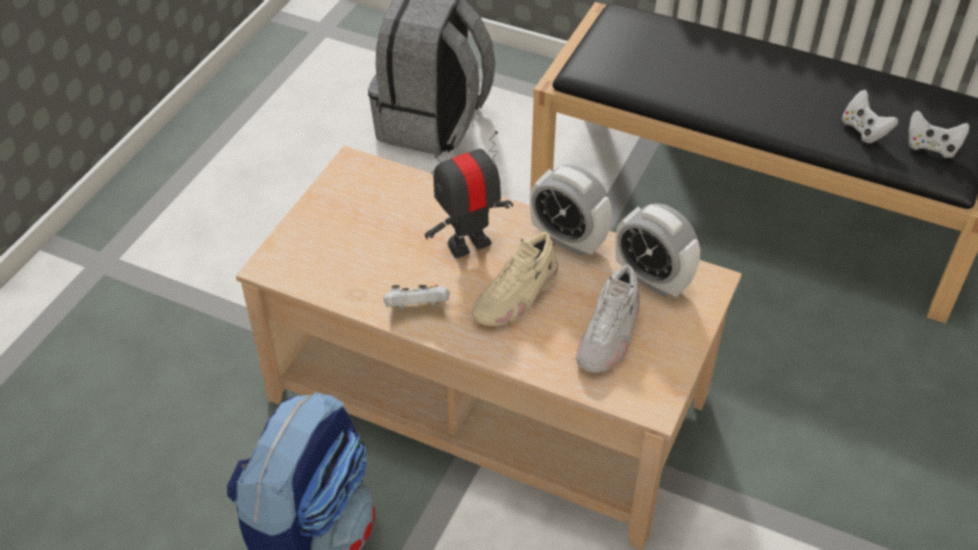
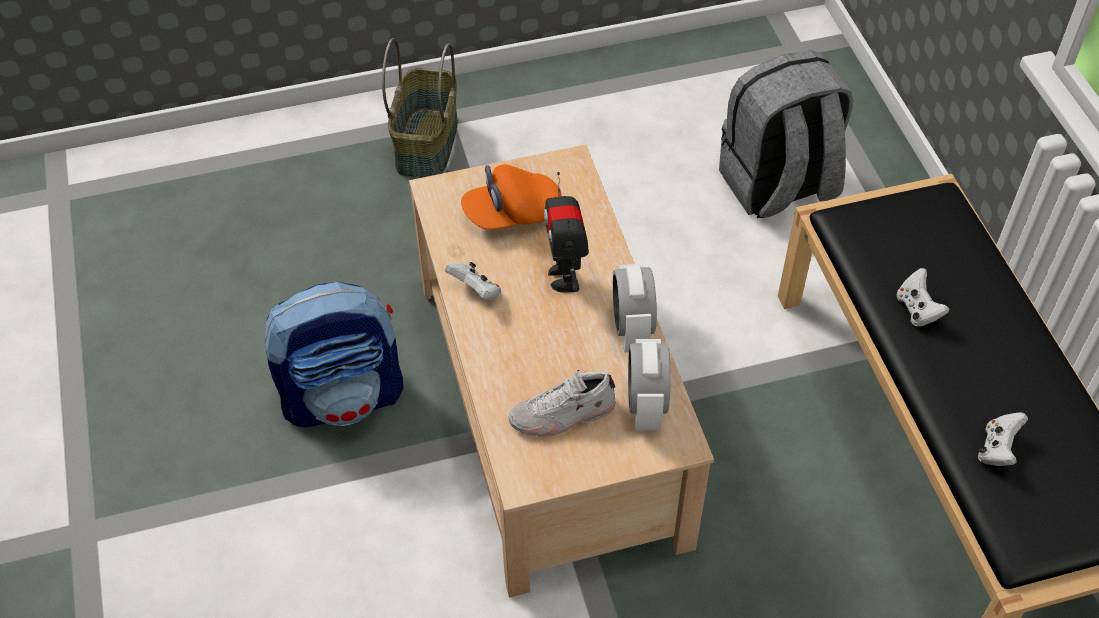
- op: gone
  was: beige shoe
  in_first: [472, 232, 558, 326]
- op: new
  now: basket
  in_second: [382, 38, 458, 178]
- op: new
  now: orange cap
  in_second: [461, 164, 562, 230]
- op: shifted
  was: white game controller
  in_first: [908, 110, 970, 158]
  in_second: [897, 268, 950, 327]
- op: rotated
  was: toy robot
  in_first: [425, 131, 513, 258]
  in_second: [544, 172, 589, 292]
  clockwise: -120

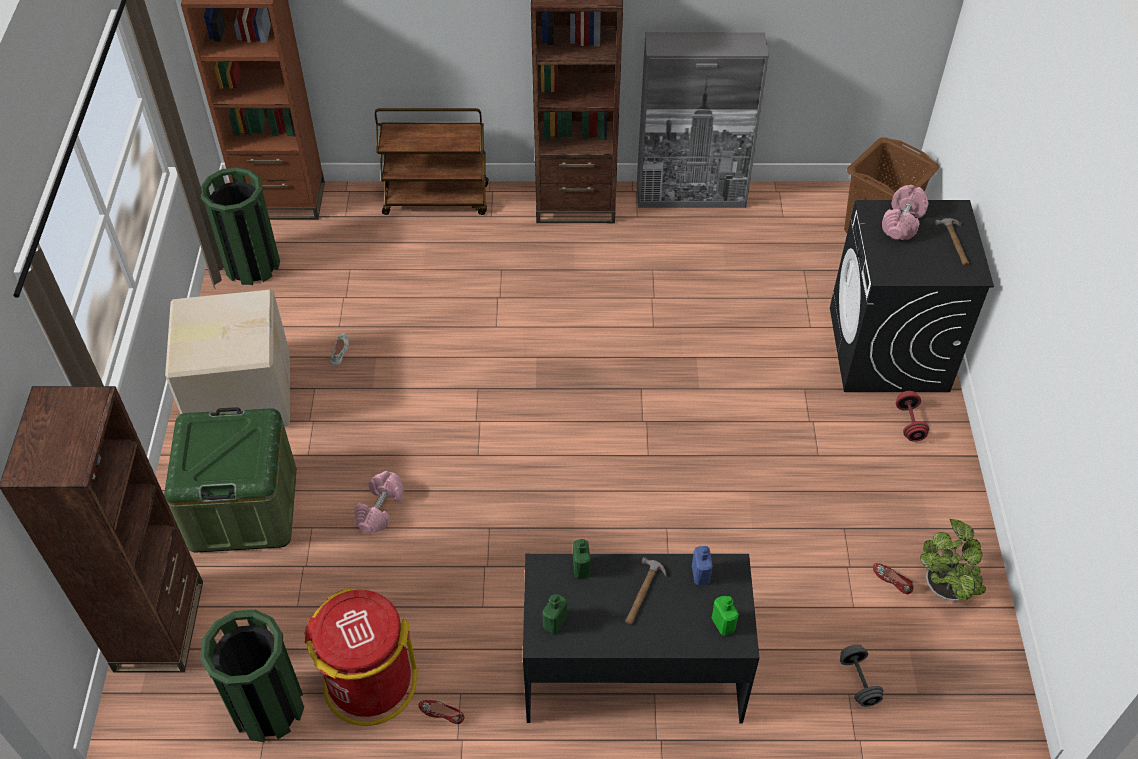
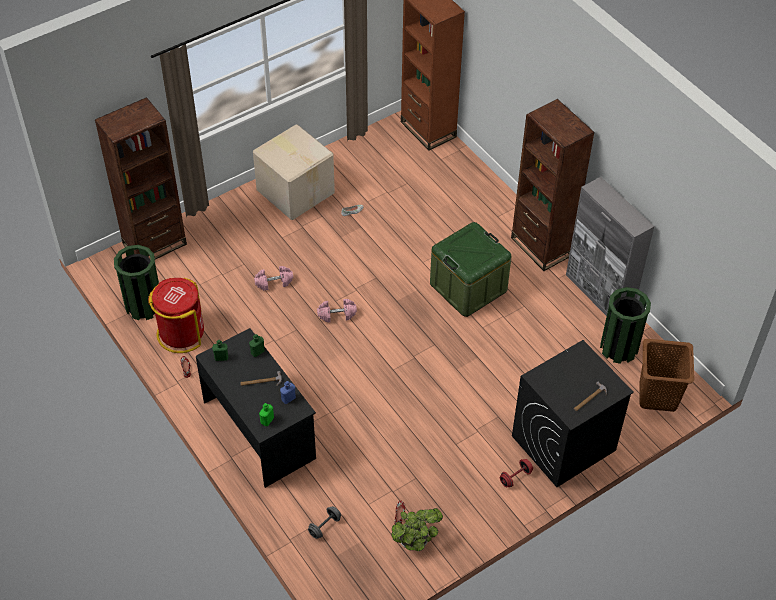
- op: gone
  was: brown cart
  in_first: [375, 108, 488, 215]
- op: shifted
  was: green storage box
  in_first: [164, 407, 296, 553]
  in_second: [430, 222, 511, 317]
- op: shifted
  was: green trash can
  in_first: [201, 167, 280, 285]
  in_second: [600, 287, 651, 364]
- op: shifted
  was: pink dumbbell
  in_first: [882, 185, 929, 240]
  in_second: [317, 299, 357, 323]

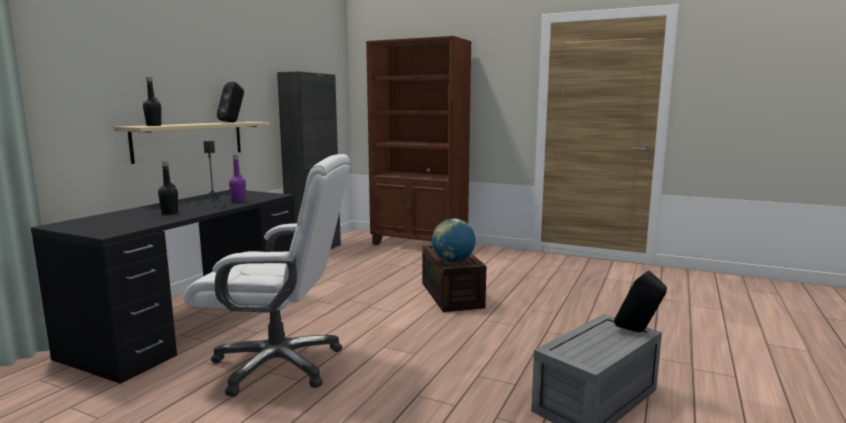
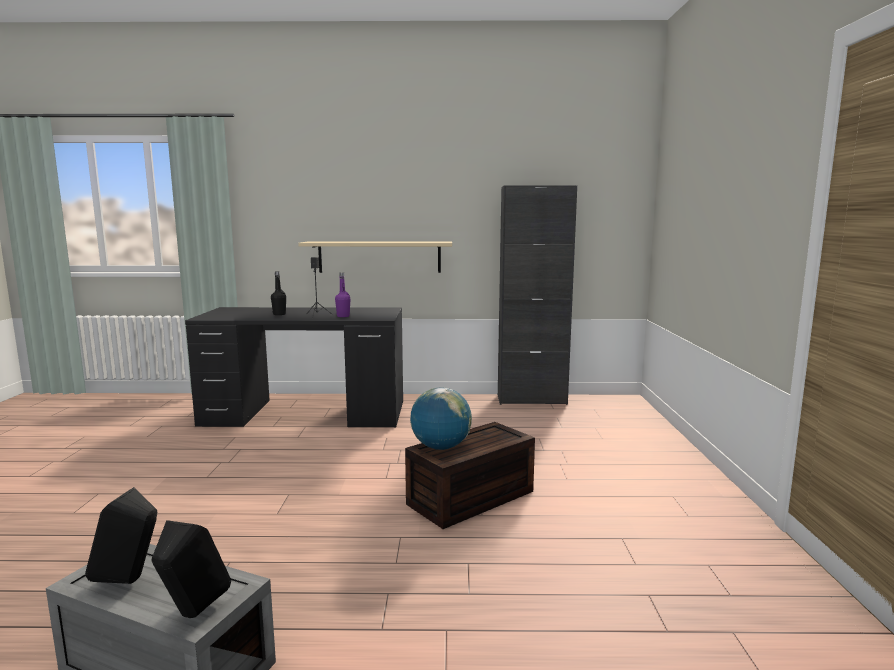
- op: gone
  was: black bottle
  in_first: [143, 77, 161, 126]
- op: gone
  was: white office chair
  in_first: [184, 154, 350, 397]
- op: gone
  was: brown bookcase
  in_first: [366, 36, 472, 245]
- op: shifted
  was: black speaker
  in_first: [217, 82, 244, 122]
  in_second: [85, 487, 157, 584]

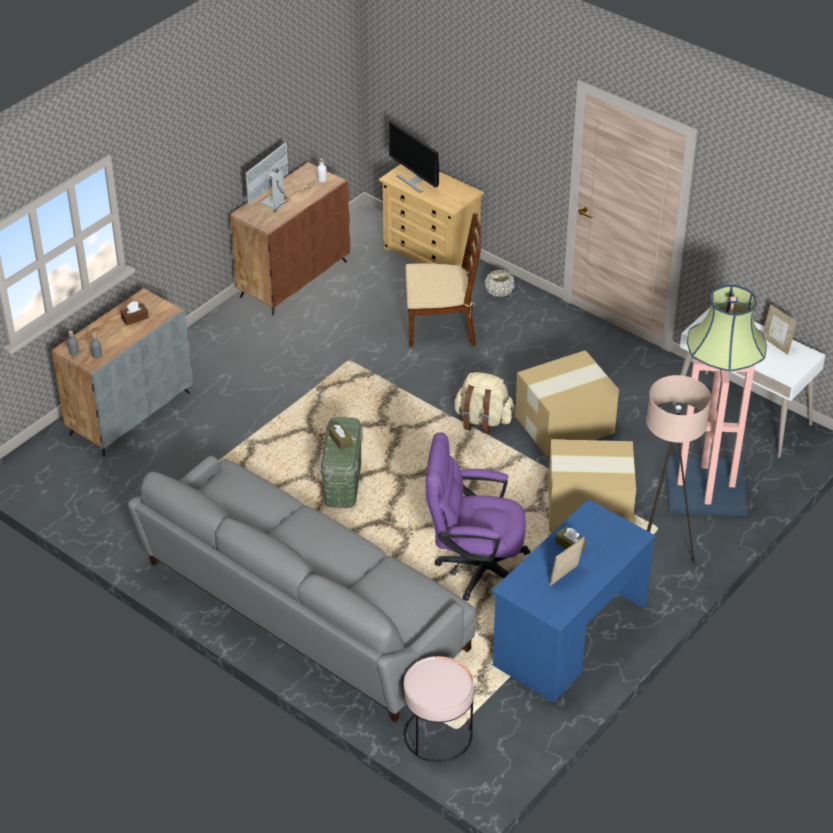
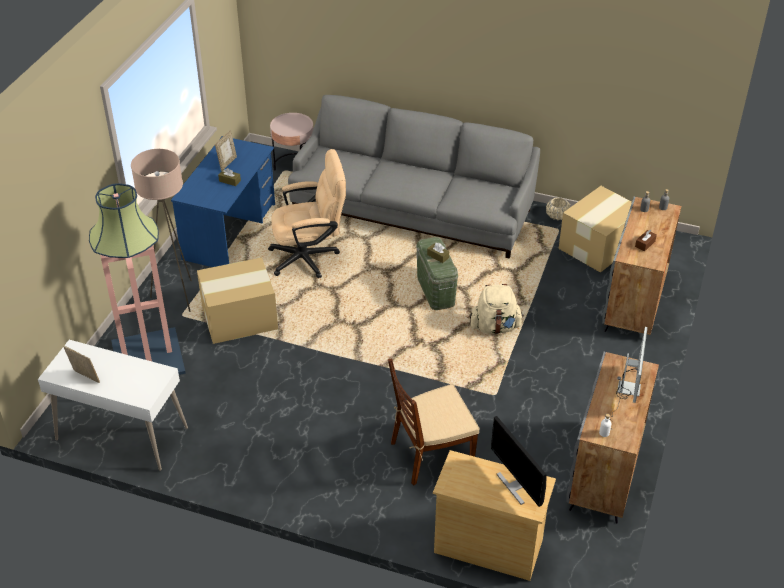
- op: shifted
  was: beige backpack
  in_first: [453, 372, 514, 434]
  in_second: [470, 284, 524, 334]
- op: shifted
  was: beige planter
  in_first: [484, 270, 515, 297]
  in_second: [546, 197, 570, 220]
- op: shifted
  was: cardboard box
  in_first: [515, 350, 619, 456]
  in_second: [558, 186, 632, 273]
- op: repainted
  was: brown cabinet
  now: grey cabinet
  in_first: [230, 162, 350, 315]
  in_second: [567, 351, 659, 524]
- op: repainted
  was: purple office chair
  now: beige office chair
  in_first: [425, 432, 531, 601]
  in_second: [268, 149, 346, 278]
- op: rotated
  was: monitor
  in_first: [389, 121, 439, 193]
  in_second: [491, 416, 547, 507]
  clockwise: -150

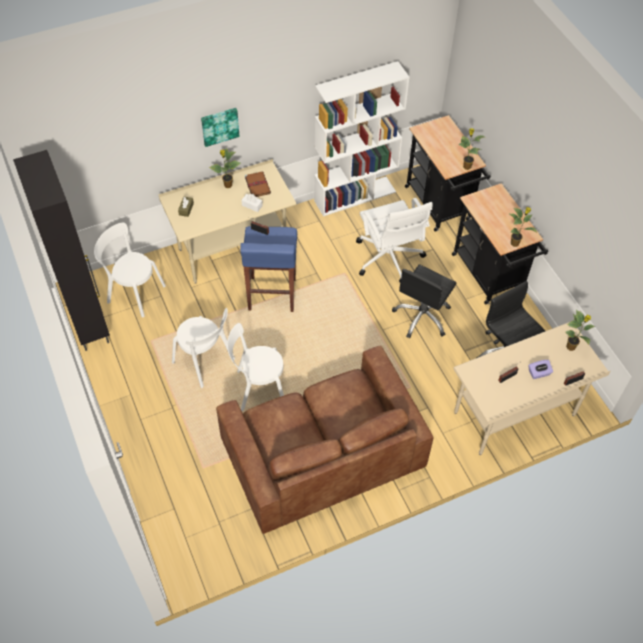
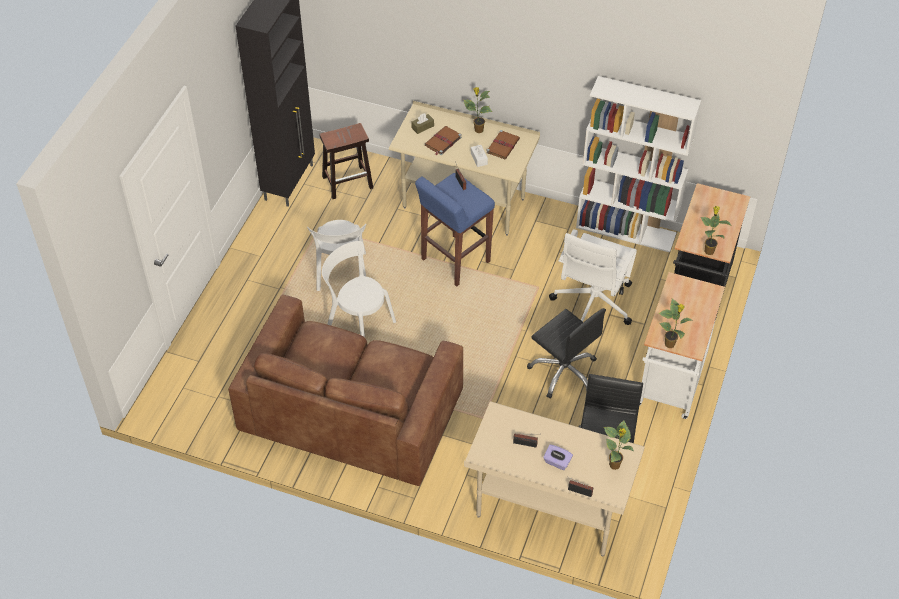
- op: gone
  was: picture
  in_first: [201, 108, 240, 147]
- op: new
  now: brown book
  in_second: [425, 126, 462, 155]
- op: swapped
  was: white chair
  now: brown stool
  in_first: [94, 222, 166, 317]
  in_second: [319, 123, 373, 199]
- op: repainted
  was: black cart
  now: white cart
  in_first: [452, 183, 548, 305]
  in_second: [639, 272, 725, 419]
- op: rotated
  was: black office chair
  in_first: [392, 264, 457, 339]
  in_second: [527, 308, 606, 399]
  clockwise: -120

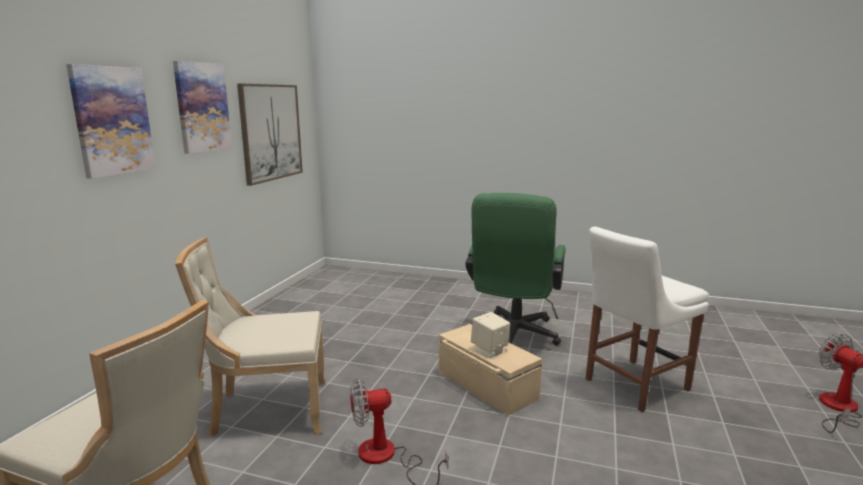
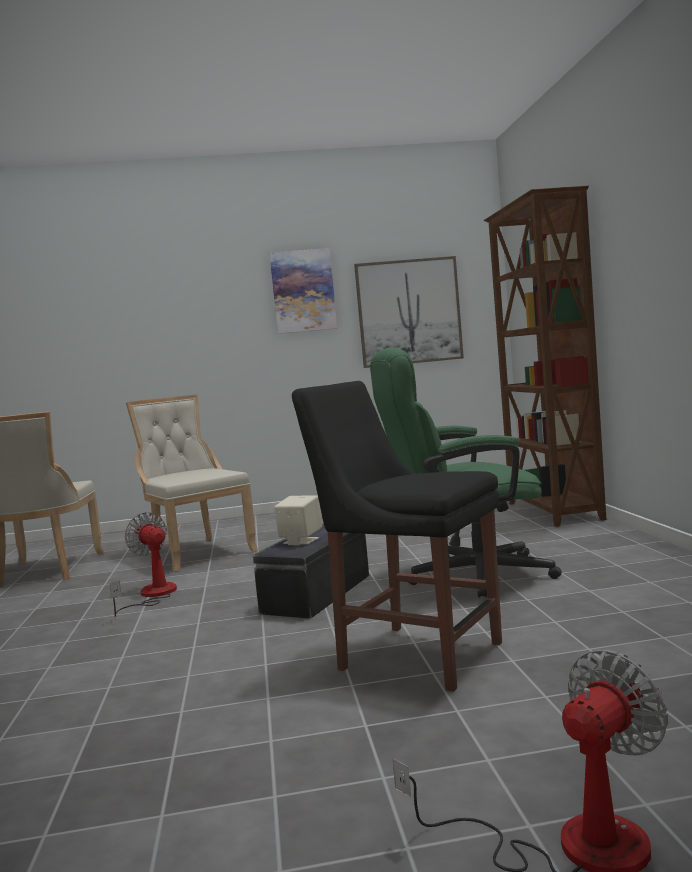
- op: gone
  was: picture
  in_first: [66, 64, 156, 179]
- op: new
  now: brown bookcase
  in_second: [484, 186, 607, 527]
- op: repainted
  was: beige storage box
  now: black storage box
  in_first: [439, 324, 542, 416]
  in_second: [253, 524, 369, 619]
- op: repainted
  was: white chair
  now: black chair
  in_first: [585, 227, 709, 412]
  in_second: [292, 381, 502, 692]

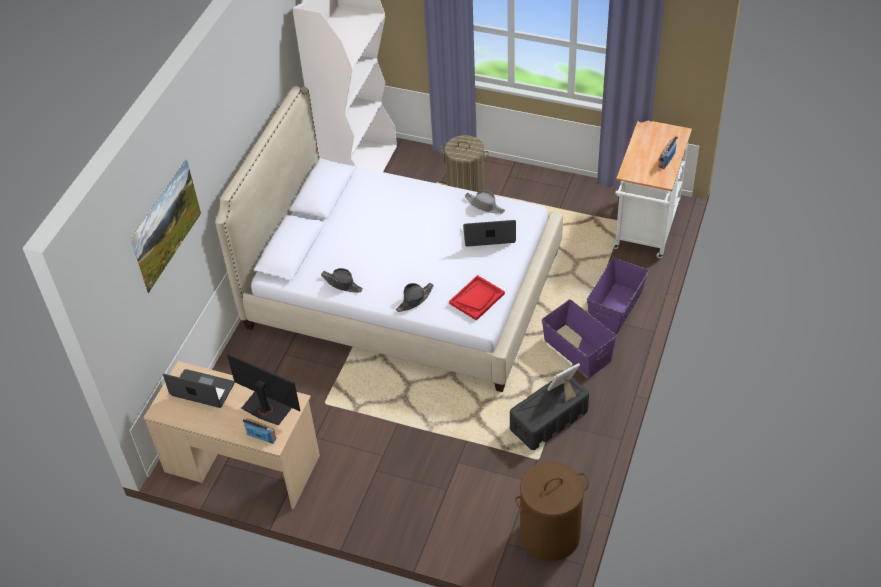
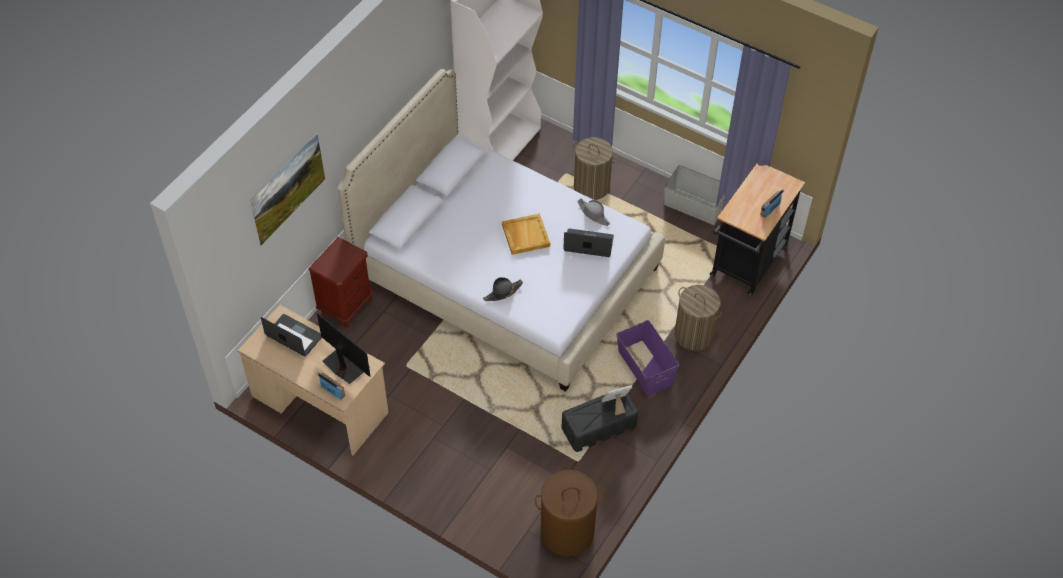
- op: gone
  was: black hat
  in_first: [321, 268, 363, 292]
- op: gone
  was: red tray
  in_first: [449, 275, 505, 321]
- op: new
  now: brown nightstand
  in_second: [308, 237, 373, 328]
- op: new
  now: beige tray
  in_second: [502, 214, 550, 255]
- op: new
  now: grey storage box
  in_second: [664, 165, 725, 225]
- op: swapped
  was: purple storage box
  now: laundry basket
  in_first: [587, 257, 649, 334]
  in_second: [675, 285, 722, 351]
- op: repainted
  was: white cart
  now: black cart
  in_first: [612, 121, 692, 258]
  in_second: [710, 164, 805, 295]

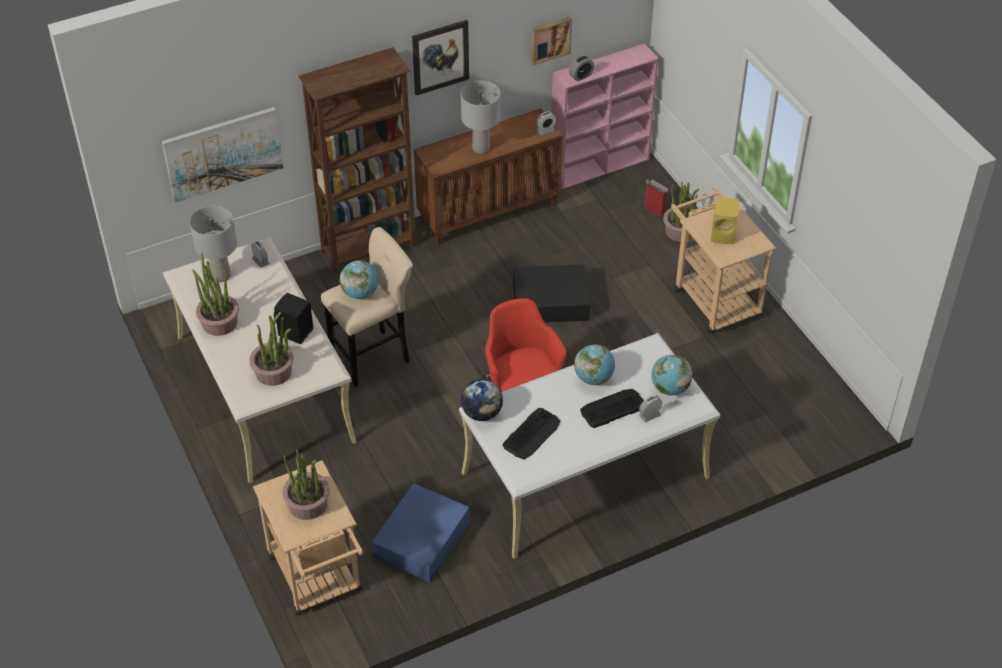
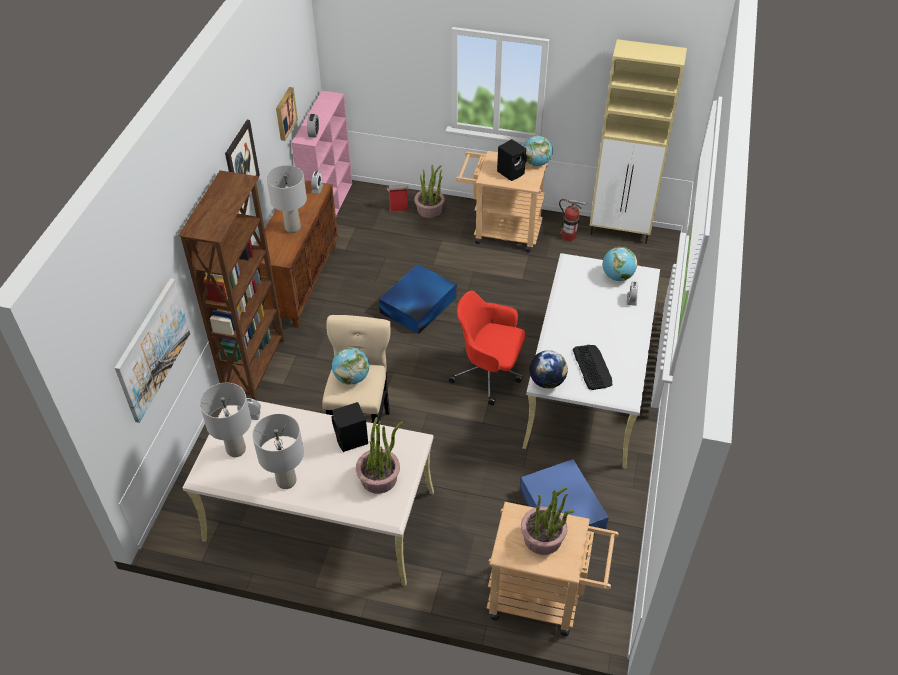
- op: gone
  was: keyboard
  in_first: [580, 389, 644, 428]
- op: new
  now: fire extinguisher
  in_second: [559, 199, 587, 242]
- op: new
  now: beige cabinet
  in_second: [590, 39, 687, 244]
- op: shifted
  was: globe
  in_first: [574, 344, 615, 385]
  in_second: [523, 135, 553, 166]
- op: swapped
  was: potted plant
  now: grey table lamp
  in_first: [192, 252, 239, 336]
  in_second: [252, 414, 304, 489]
- op: repainted
  was: black storage box
  now: blue storage box
  in_first: [513, 264, 590, 323]
  in_second: [379, 264, 457, 334]
- op: repainted
  was: yellow speaker
  now: black speaker
  in_first: [711, 197, 739, 244]
  in_second: [497, 139, 527, 181]

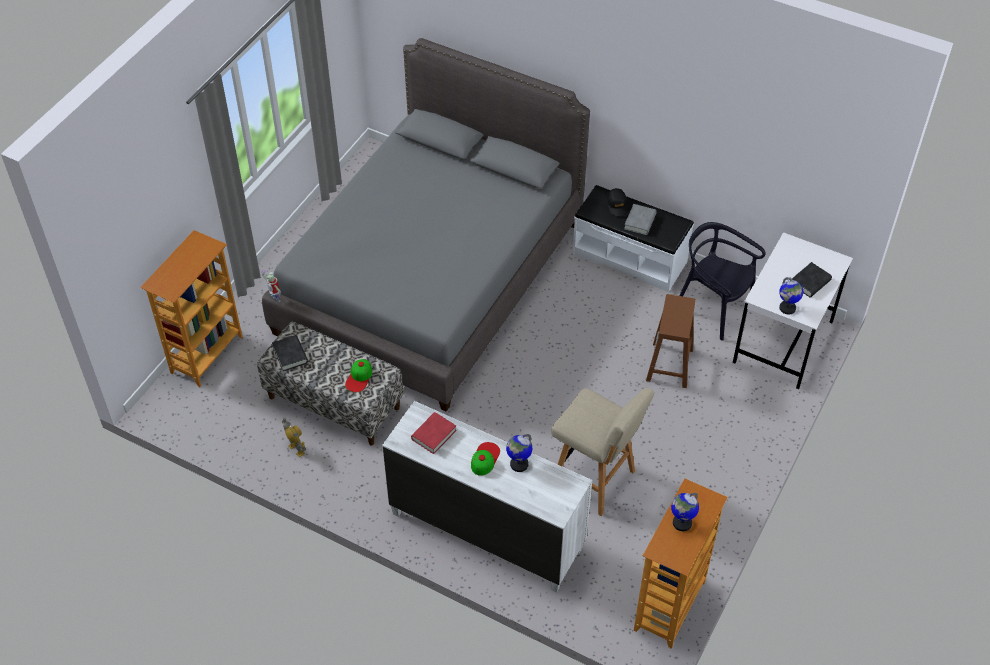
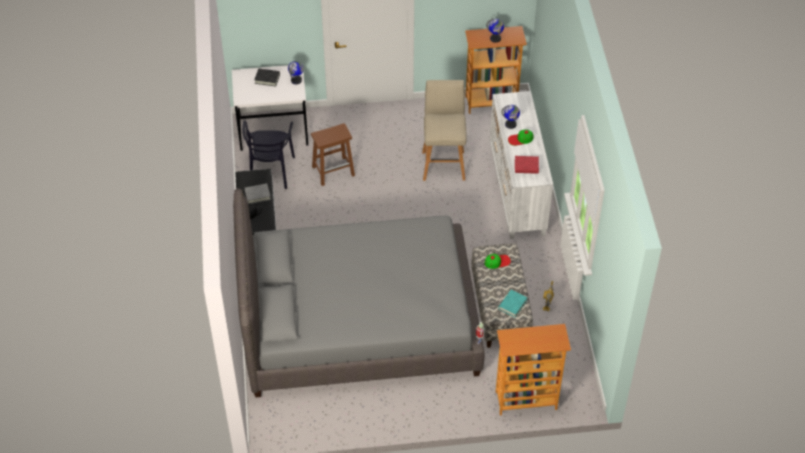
- op: repainted
  was: black book
  now: turquoise book
  in_first: [272, 335, 308, 371]
  in_second: [498, 290, 528, 318]

